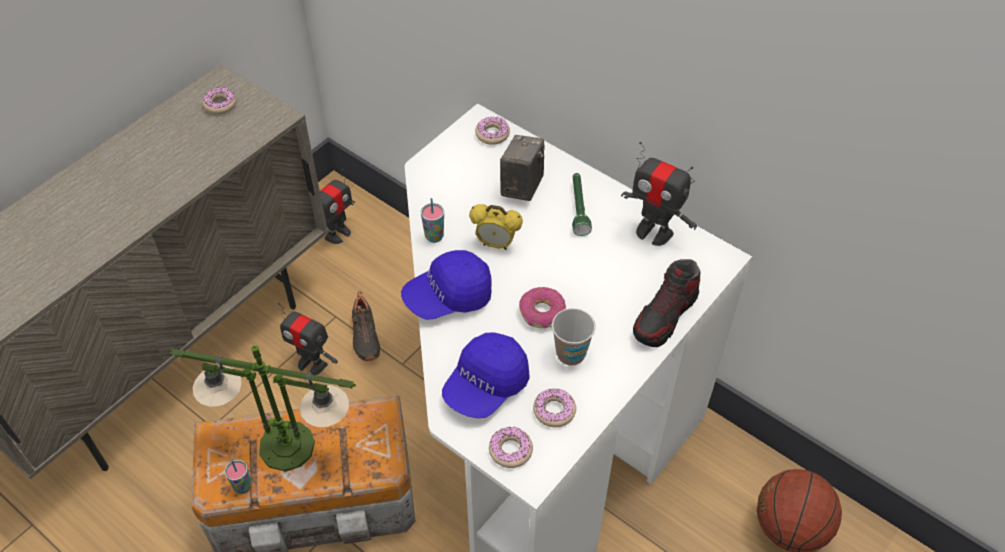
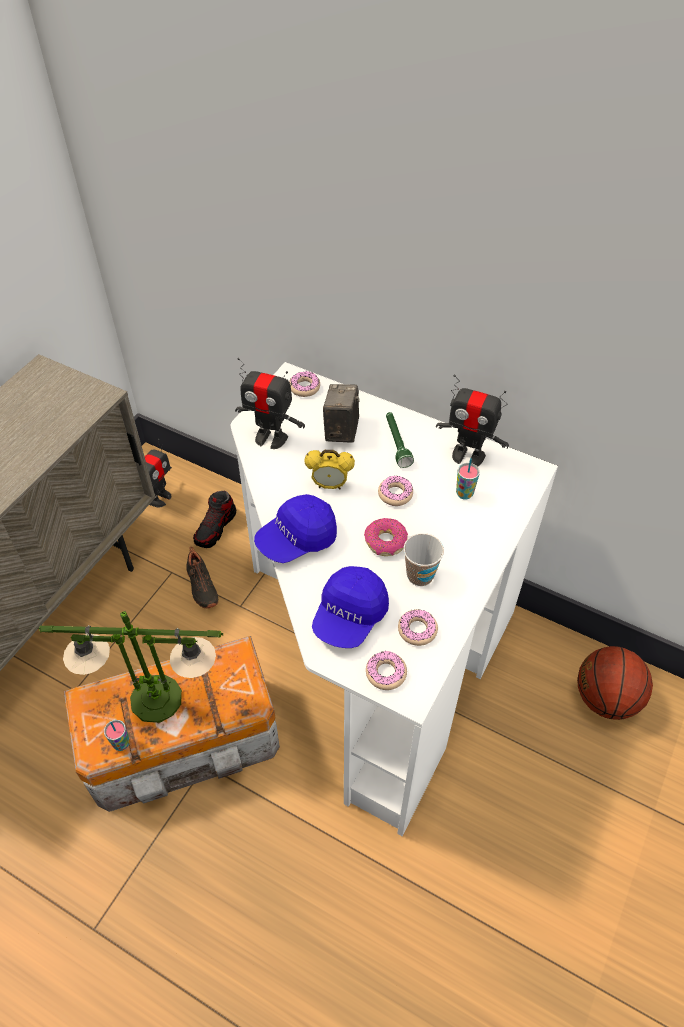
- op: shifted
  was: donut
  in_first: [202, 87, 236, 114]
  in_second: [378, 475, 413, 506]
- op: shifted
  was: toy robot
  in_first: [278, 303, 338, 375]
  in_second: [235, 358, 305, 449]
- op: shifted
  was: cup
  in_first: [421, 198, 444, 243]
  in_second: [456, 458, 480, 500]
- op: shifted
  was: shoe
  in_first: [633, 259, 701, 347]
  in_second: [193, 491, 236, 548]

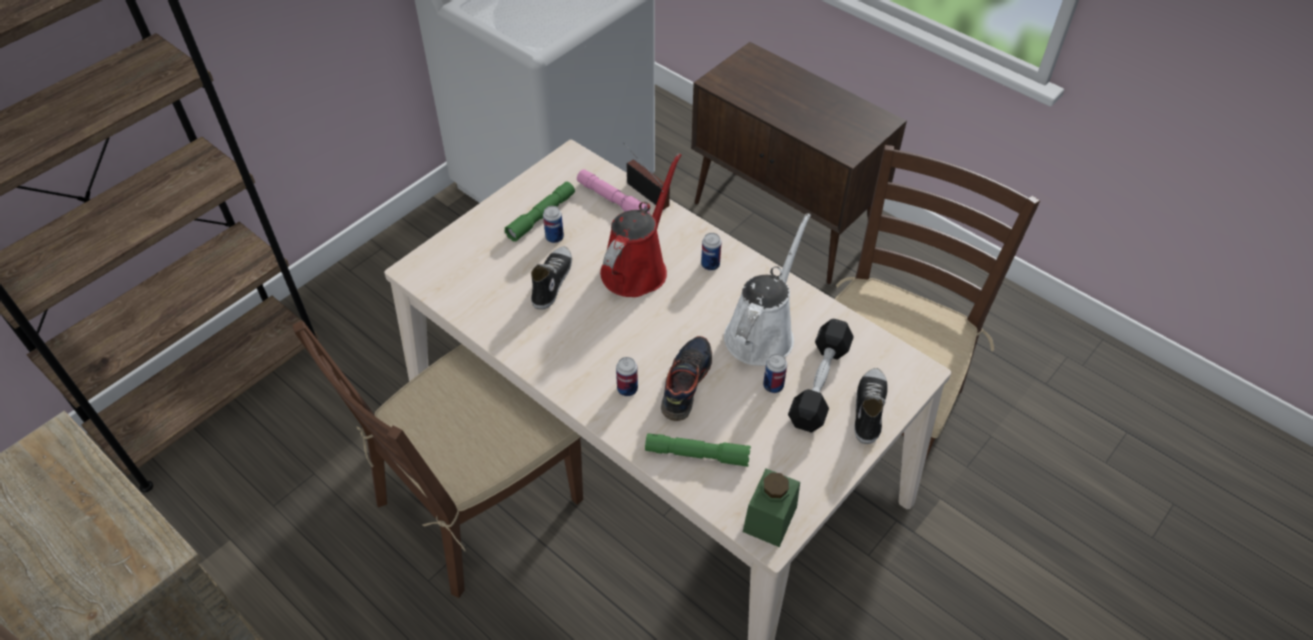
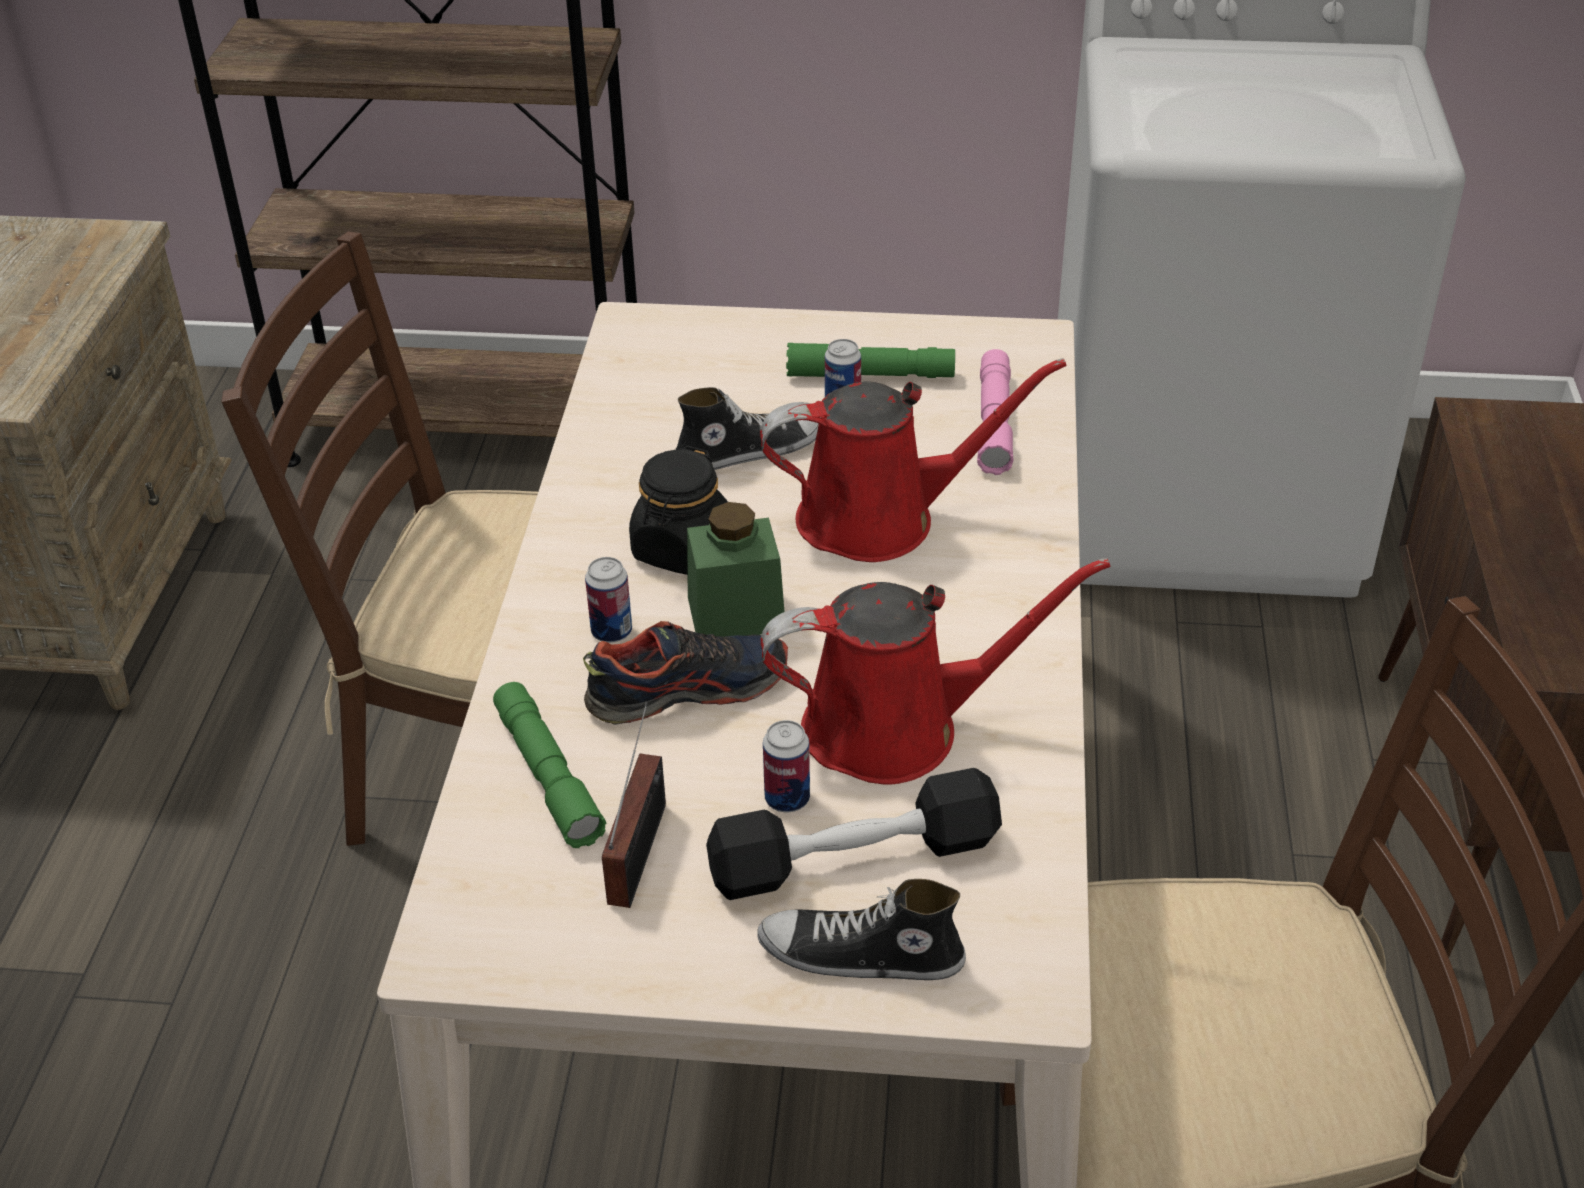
- op: gone
  was: can
  in_first: [701, 233, 721, 271]
- op: new
  now: black jar
  in_second: [629, 446, 728, 575]
- op: shifted
  was: radio
  in_first: [623, 143, 670, 210]
  in_second: [602, 702, 666, 908]
- op: shifted
  was: green jar
  in_first: [743, 469, 800, 547]
  in_second: [687, 502, 784, 637]
- op: repainted
  was: white watering can
  now: red watering can
  in_first: [724, 213, 811, 366]
  in_second: [761, 558, 1111, 784]
- op: rotated
  was: shoe
  in_first: [854, 368, 888, 444]
  in_second: [758, 879, 966, 980]
  clockwise: -150

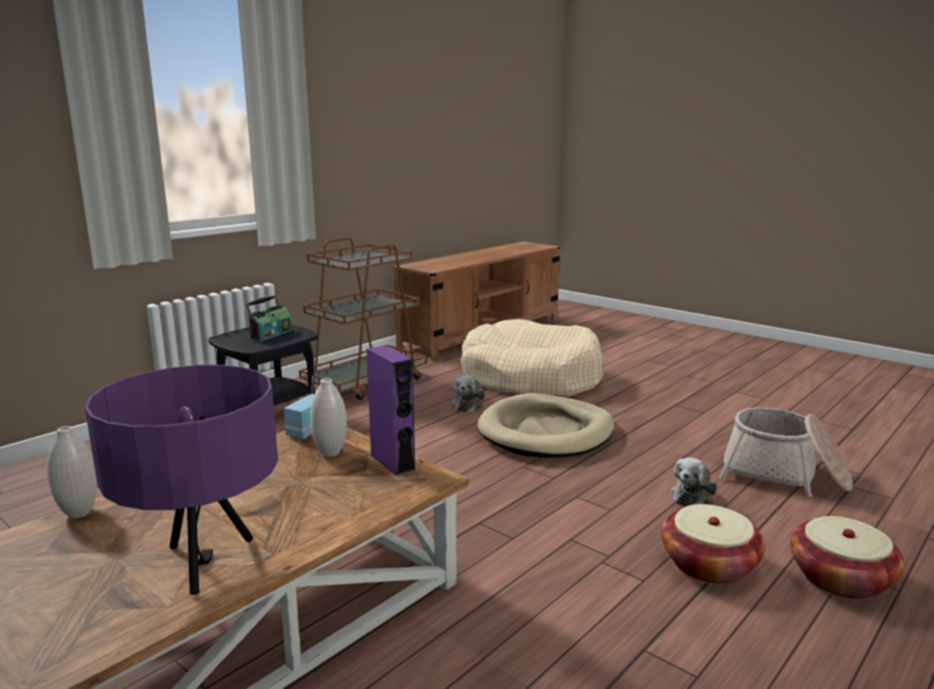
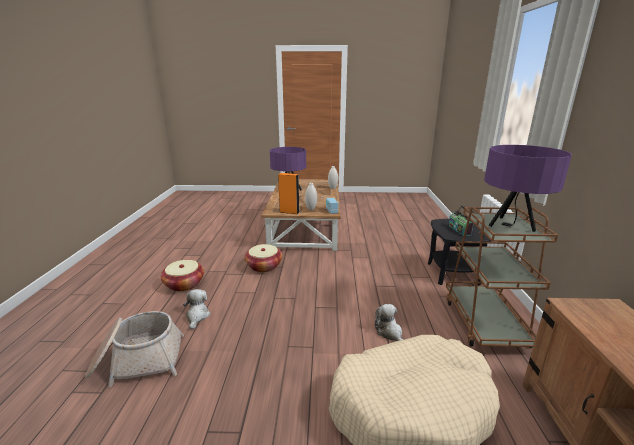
- op: gone
  was: beige dog bed
  in_first: [477, 393, 614, 458]
- op: new
  now: purple table lamp
  in_second: [484, 145, 572, 232]
- op: shifted
  was: basket
  in_first: [790, 516, 905, 600]
  in_second: [245, 244, 282, 272]
- op: repainted
  was: purple speaker
  now: orange speaker
  in_first: [367, 345, 416, 476]
  in_second: [278, 173, 299, 214]

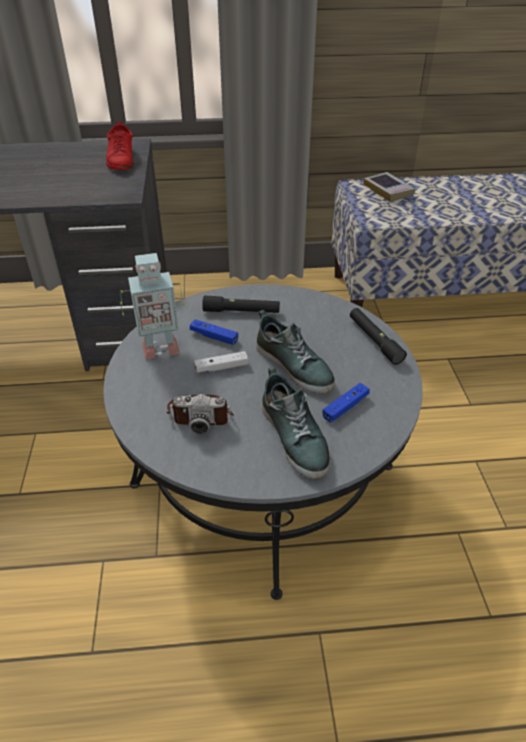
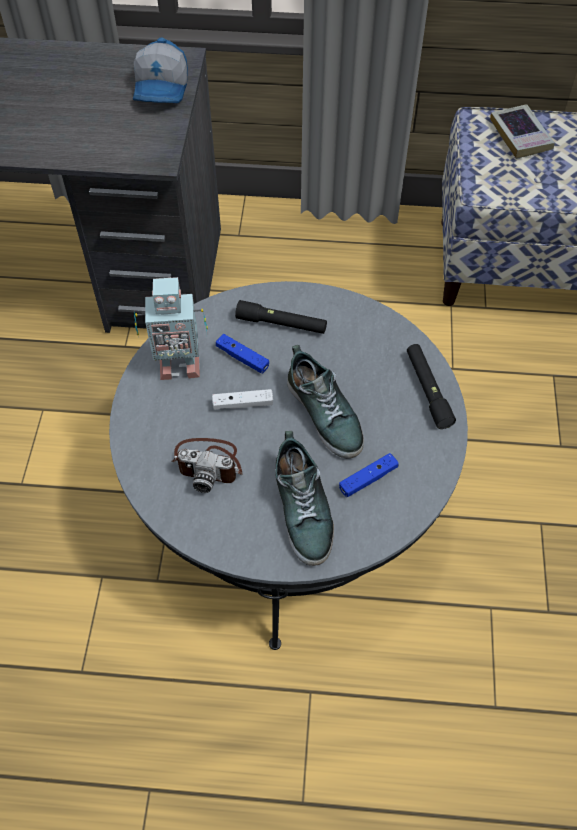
- op: swapped
  was: red shoe
  now: cap
  in_first: [105, 122, 134, 170]
  in_second: [133, 38, 188, 103]

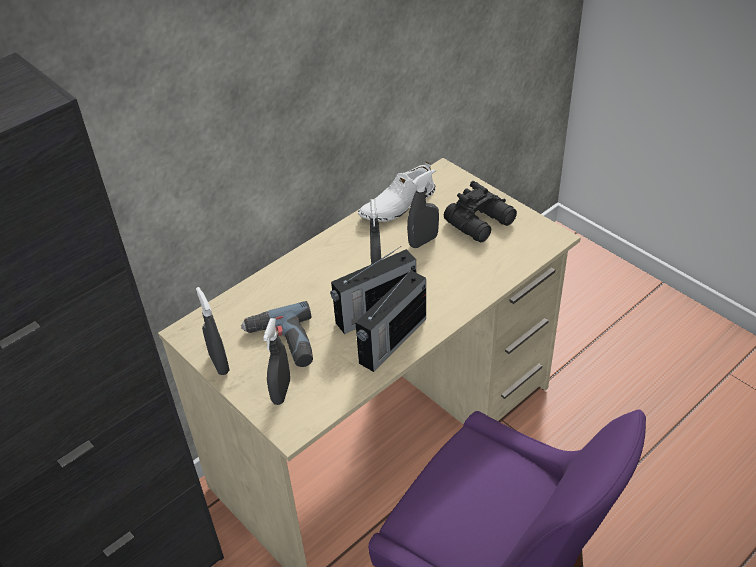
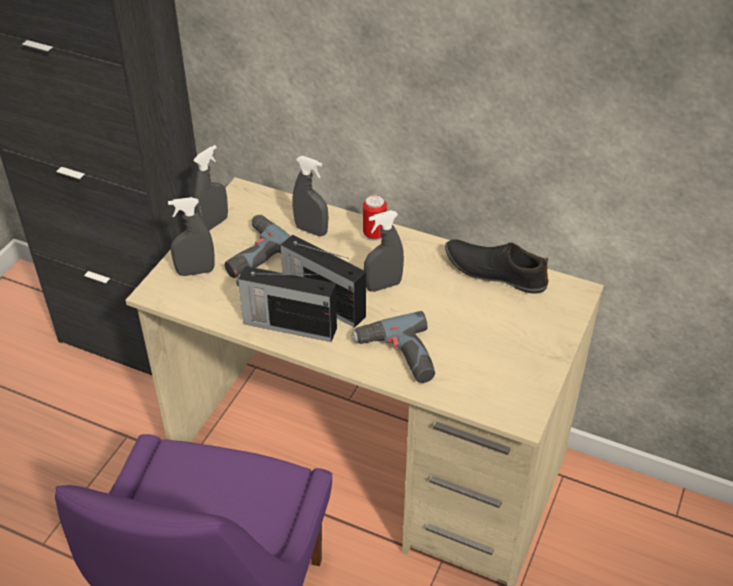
- op: gone
  was: black binoculars
  in_first: [444, 181, 517, 242]
- op: new
  now: power drill
  in_second: [351, 311, 435, 383]
- op: new
  now: can
  in_second: [363, 195, 387, 241]
- op: shifted
  was: grey spray bottle
  in_first: [407, 169, 439, 248]
  in_second: [293, 156, 328, 236]
- op: repainted
  was: white shoe
  now: black shoe
  in_first: [358, 161, 436, 222]
  in_second: [445, 239, 548, 293]

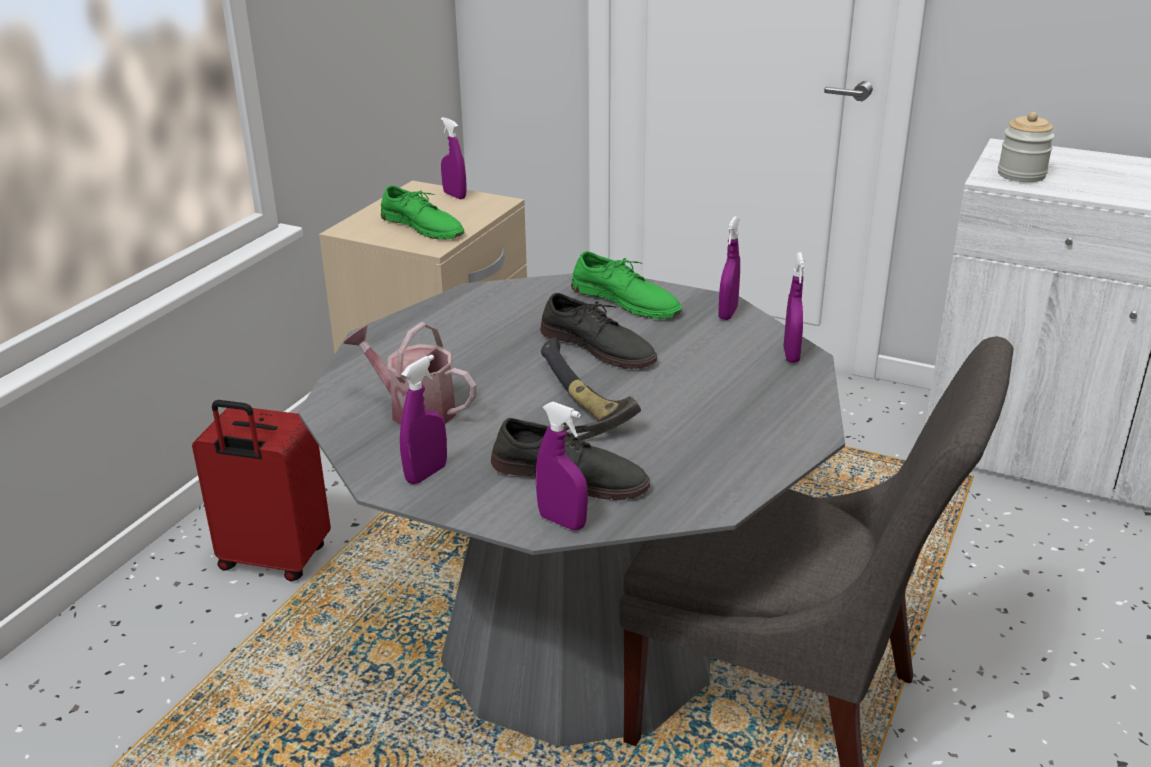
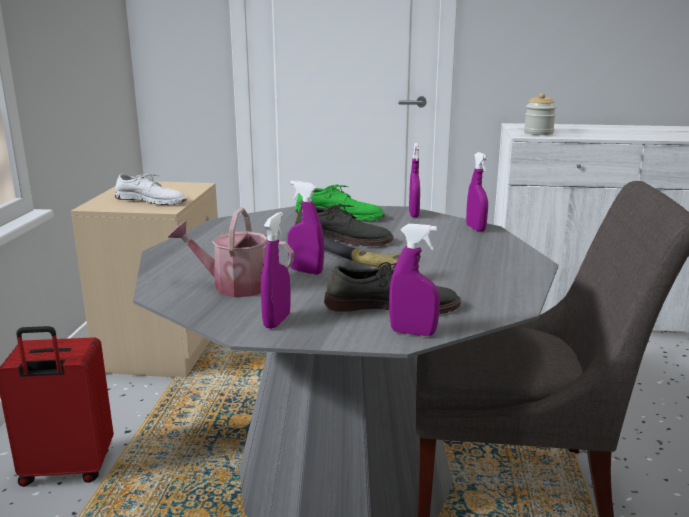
- op: shifted
  was: purple spray bottle
  in_first: [441, 117, 467, 199]
  in_second: [288, 181, 324, 275]
- op: repainted
  was: green shoe
  now: white shoe
  in_first: [381, 185, 464, 240]
  in_second: [115, 174, 187, 205]

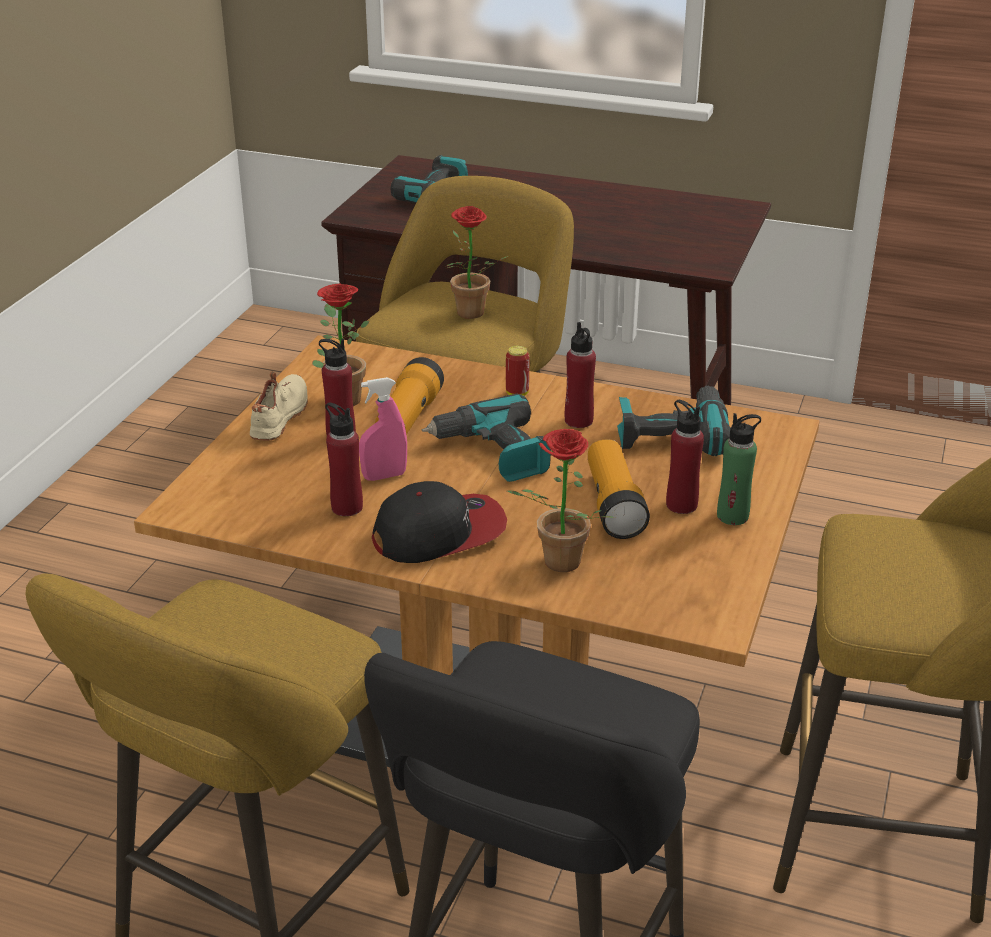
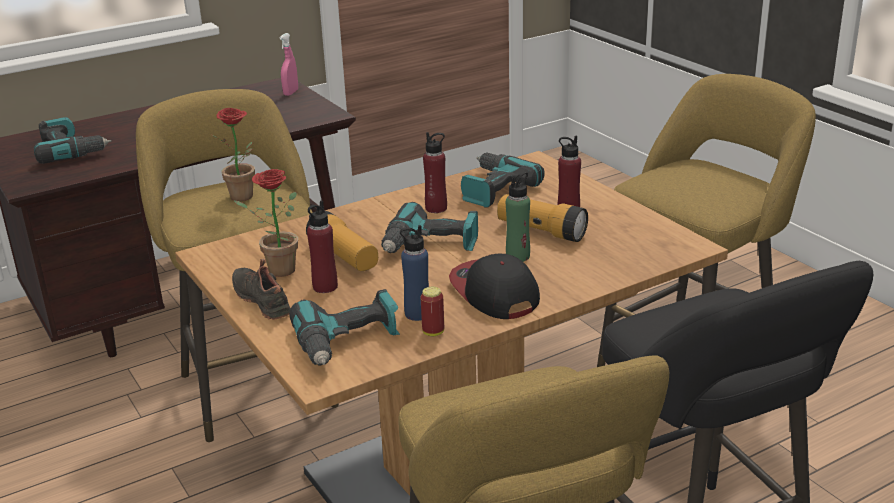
- op: gone
  was: potted plant
  in_first: [507, 429, 615, 572]
- op: new
  now: power drill
  in_second: [289, 289, 400, 365]
- op: shifted
  was: pink spray bottle
  in_first: [359, 377, 407, 481]
  in_second: [279, 33, 298, 96]
- op: shifted
  was: can
  in_first: [506, 346, 530, 396]
  in_second: [421, 287, 444, 336]
- op: shifted
  was: green bottle
  in_first: [717, 413, 761, 525]
  in_second: [506, 172, 530, 262]
- op: repainted
  was: beige shoe
  now: black shoe
  in_first: [250, 371, 308, 441]
  in_second: [232, 259, 291, 320]
- op: repainted
  was: red bottle
  now: blue bottle
  in_first: [325, 403, 363, 516]
  in_second: [400, 225, 429, 321]
- op: rotated
  was: cap
  in_first: [372, 481, 507, 563]
  in_second: [449, 254, 540, 319]
  clockwise: -45

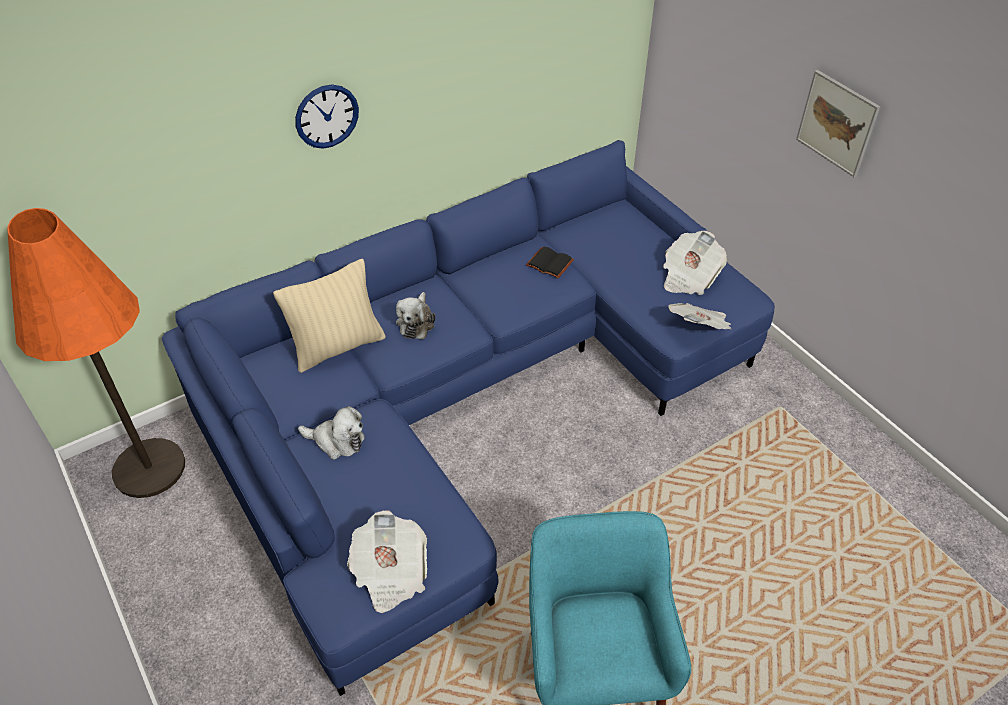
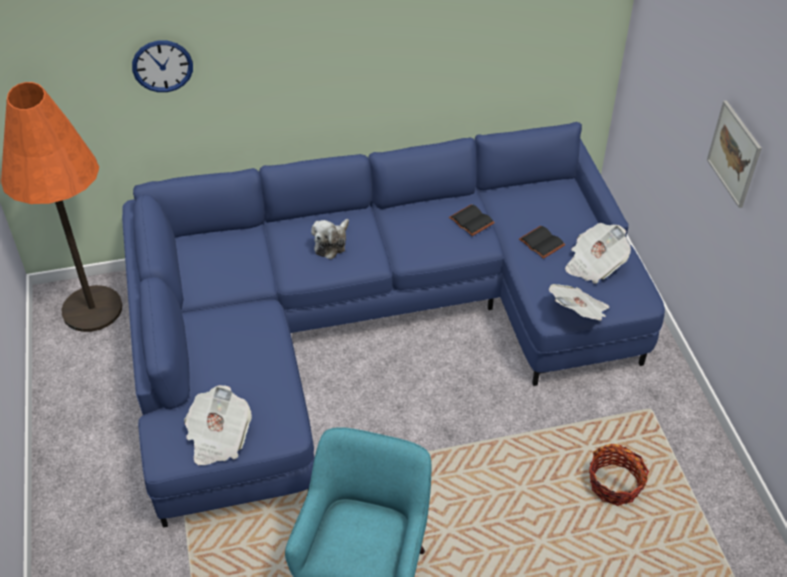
- op: gone
  was: beige pillow
  in_first: [273, 259, 386, 373]
- op: gone
  was: plush toy
  in_first: [298, 406, 365, 460]
- op: new
  now: black book
  in_second: [519, 226, 566, 259]
- op: new
  now: basket
  in_second: [589, 444, 649, 506]
- op: shifted
  was: wall clock
  in_first: [295, 85, 359, 149]
  in_second: [132, 41, 193, 92]

